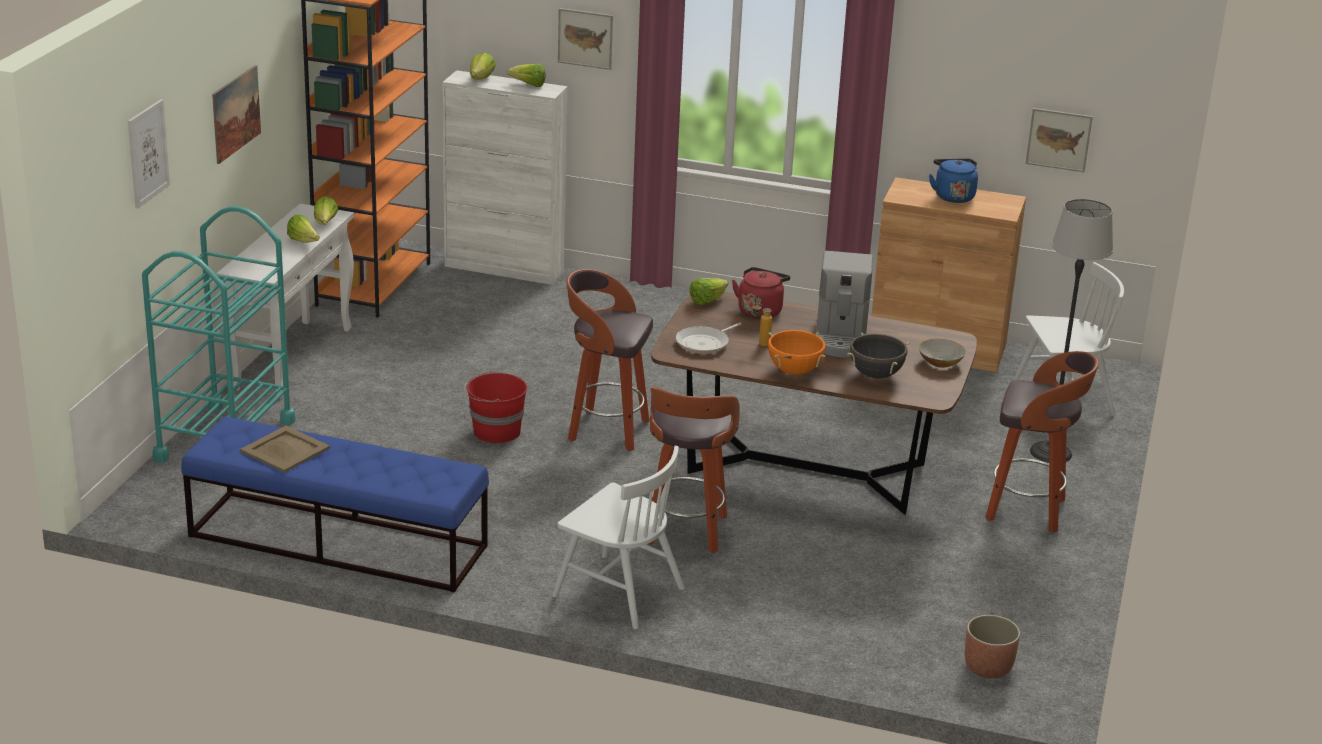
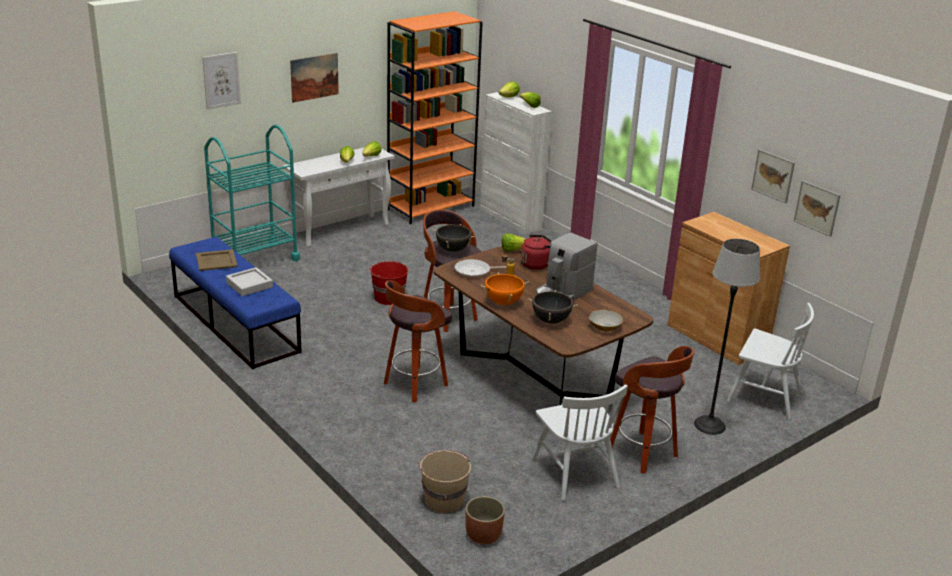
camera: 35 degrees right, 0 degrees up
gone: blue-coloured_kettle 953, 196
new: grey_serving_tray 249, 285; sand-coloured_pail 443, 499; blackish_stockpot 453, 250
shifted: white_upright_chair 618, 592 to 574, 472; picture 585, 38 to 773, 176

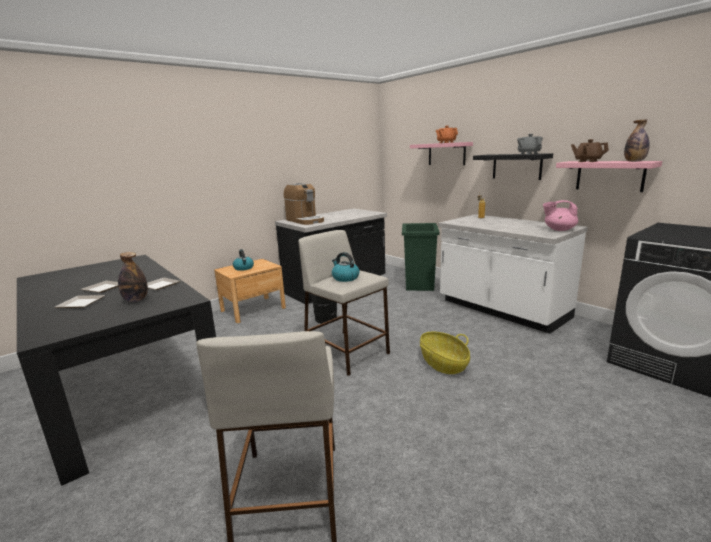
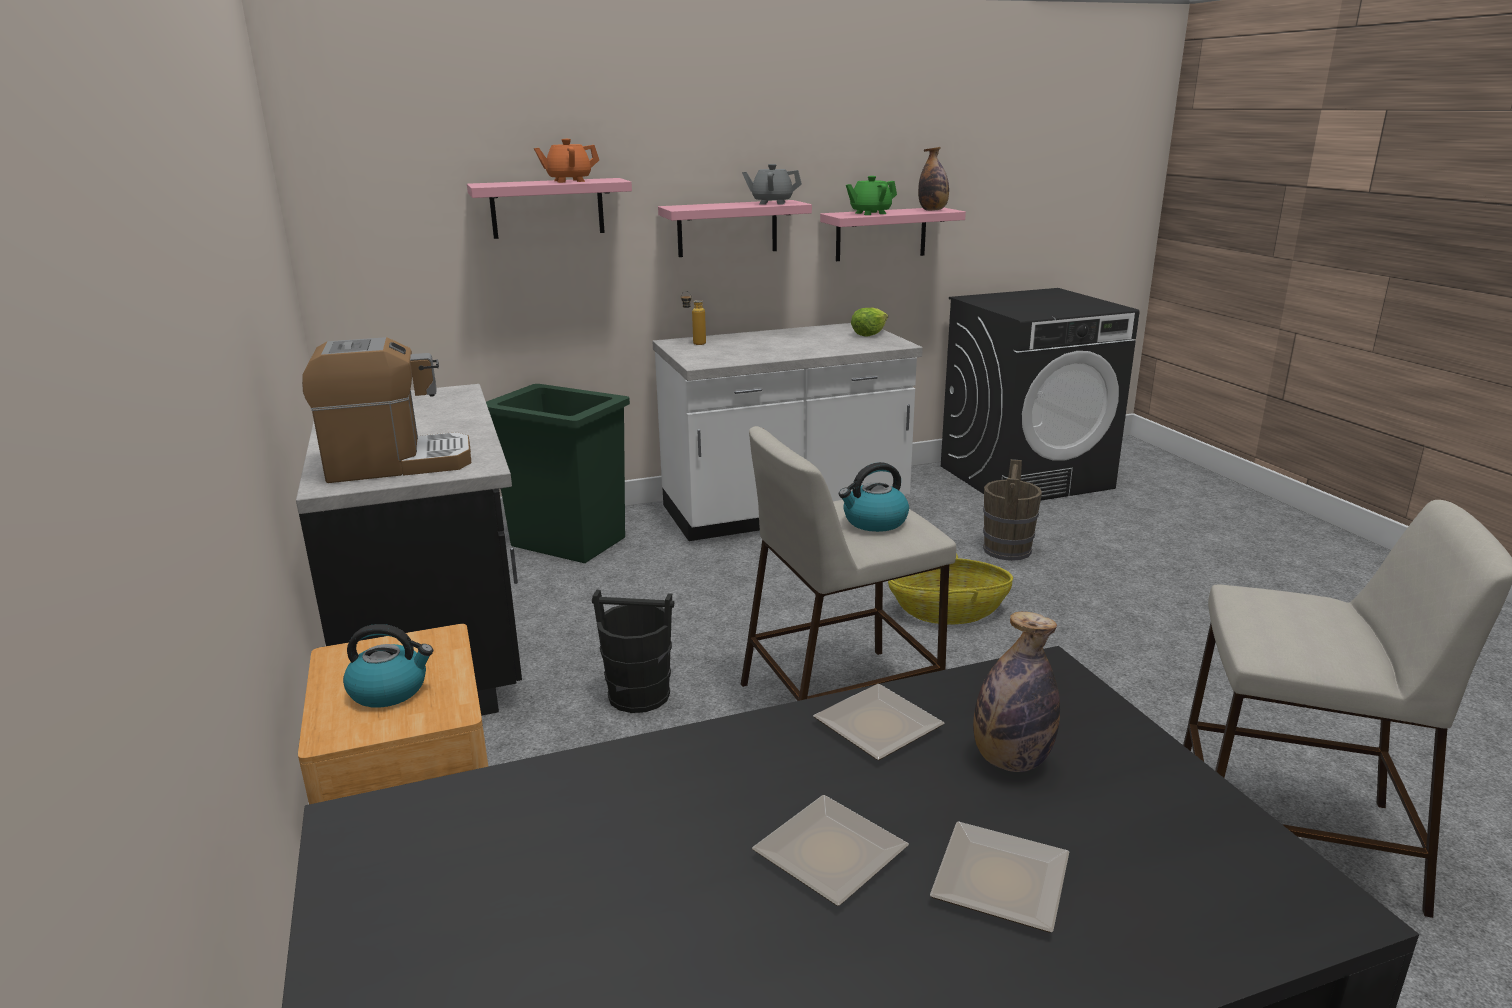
camera: 70 degrees left, 5 degrees up
new: brownish_pail 1007, 550
swapped: pink-coloured_tea_pot 559, 229 to lettuce_head 869, 334
repainted: blackish_wall_shelf 516, 166 to pink-coloured_wall_shelf 727, 228; brownish_tea_pot 587, 161 to green-coloured_tea_pot 870, 213

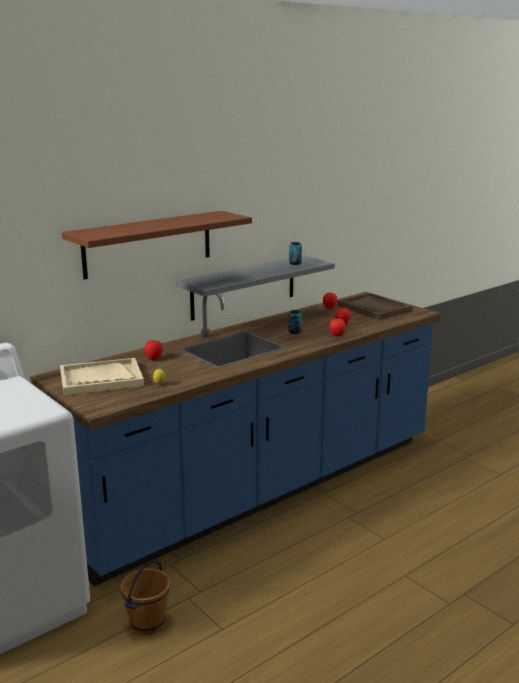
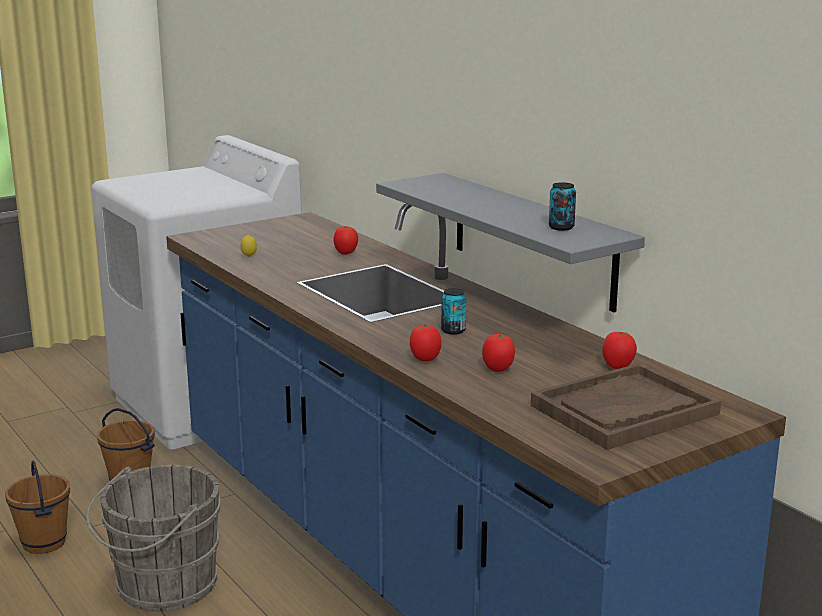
camera: 95 degrees right, 0 degrees up
gone: sand-coloured_serving_tray 101, 379; brownish_wall_shelf 148, 244
new: brownish_pail 43, 543; grey_pail 161, 587

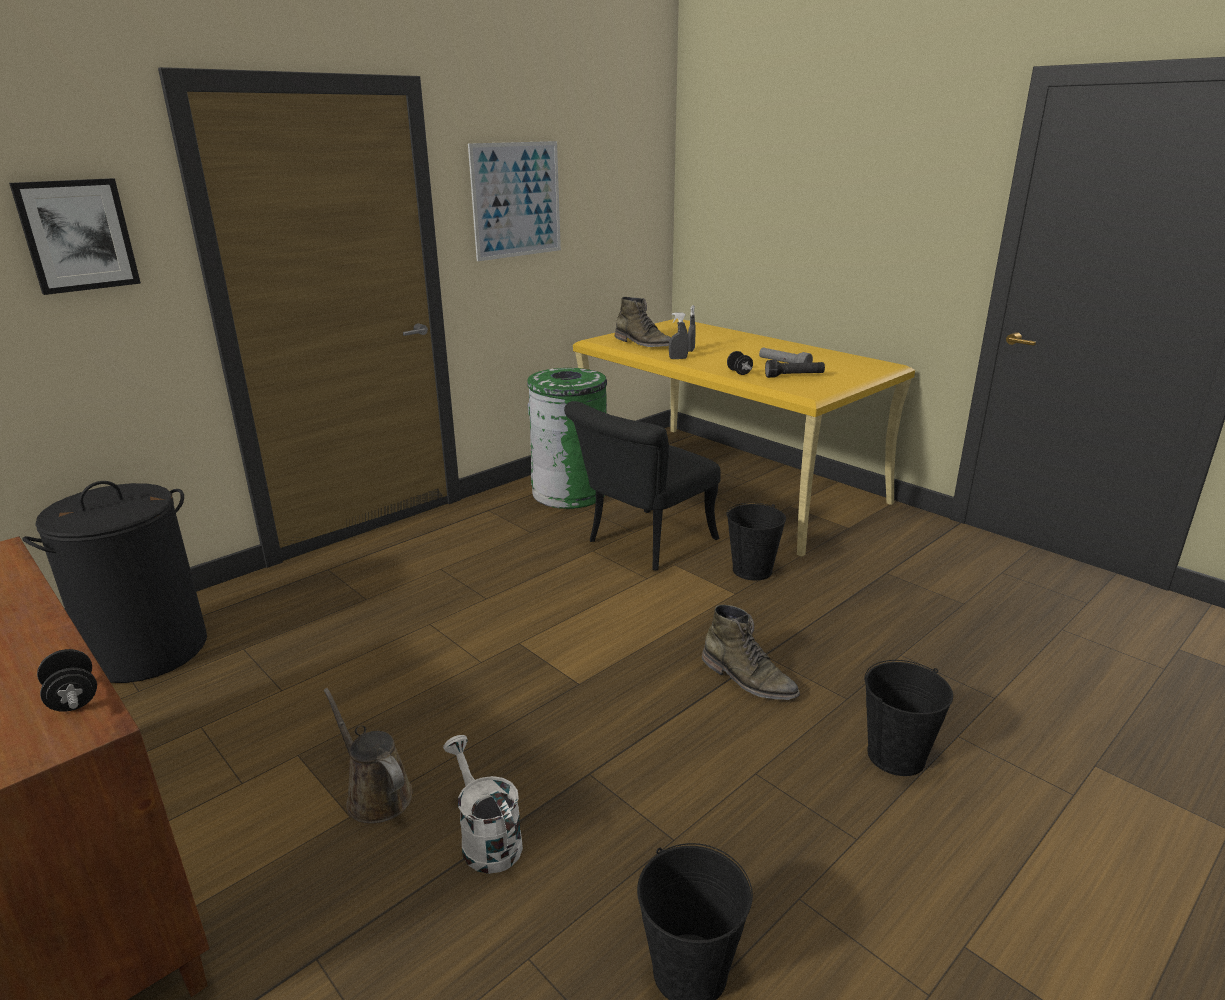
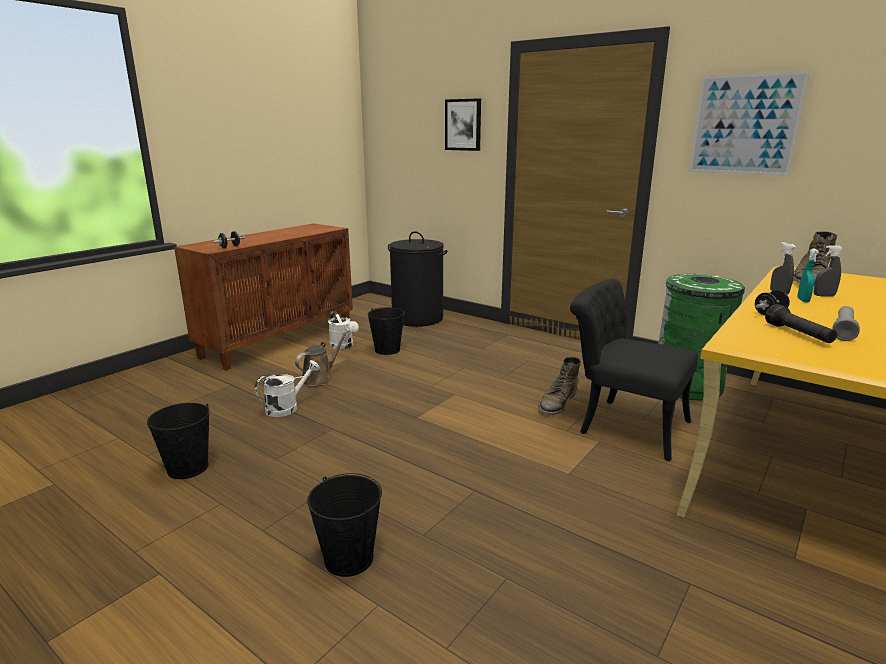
camera: 80 degrees right, 5 degrees down
new: white_watering_pot 343, 346; turquoise_sprayer 803, 300
shifted: green-coloured_high-top_boot 748, 679 to 557, 402; blackish_pail 752, 570 to 387, 350

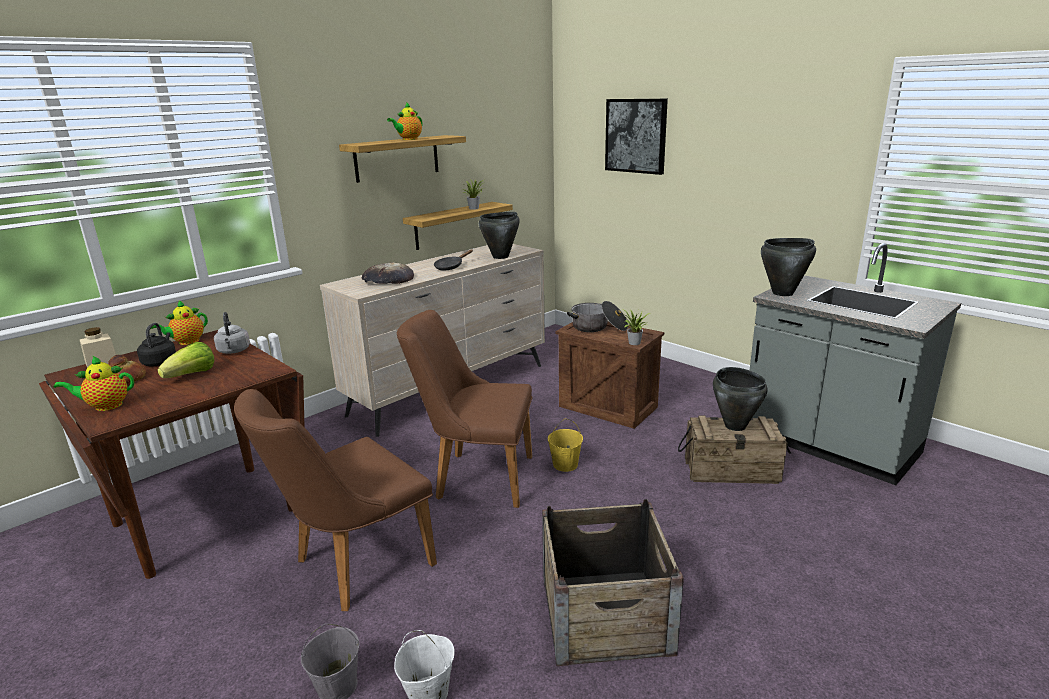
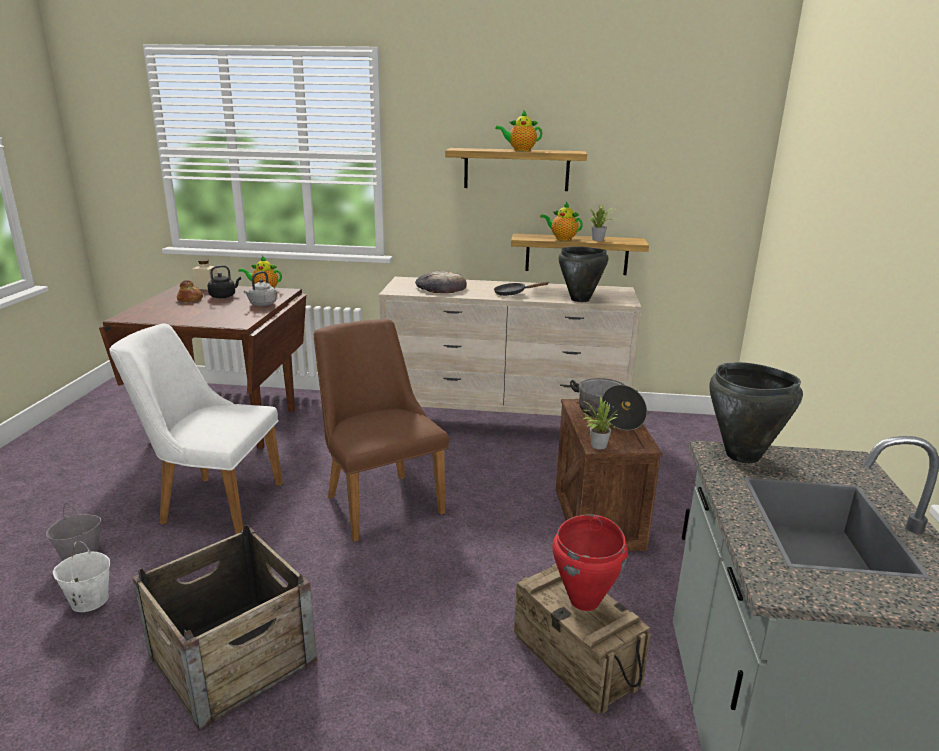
camera: 50 degrees right, 0 degrees up
gone: lettuce_head 192, 375; yellowish_pail 565, 464; picture 636, 136
shifted: tea_pot 105, 406 to 562, 238
repainted: brownish_upright_chair 352, 566 to white_upright_chair 211, 502; blackish_stockpot 735, 425 to reddish_stockpot 585, 600

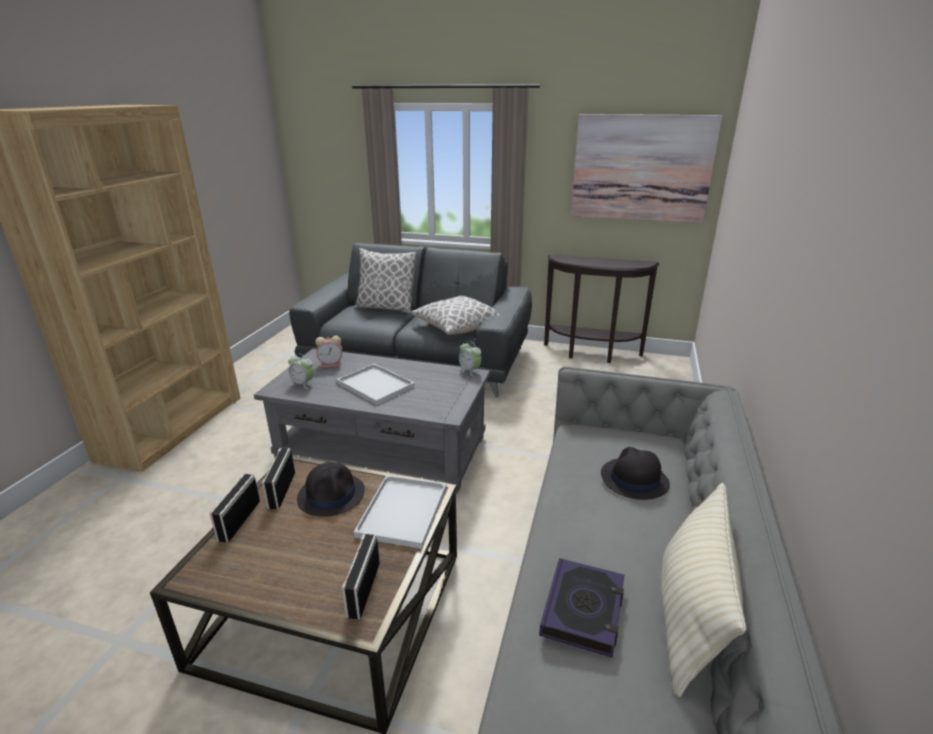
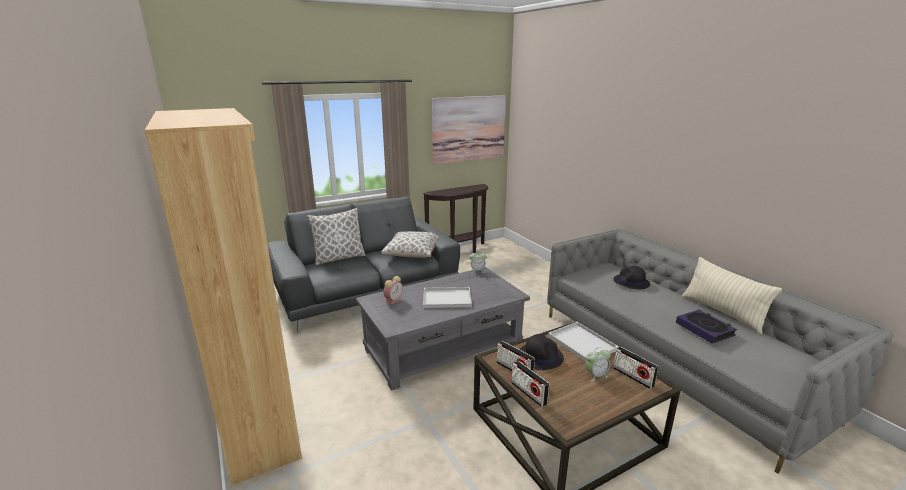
camera: 45 degrees left, 5 degrees down
shifted: alarm_clock 303, 384 to 596, 375

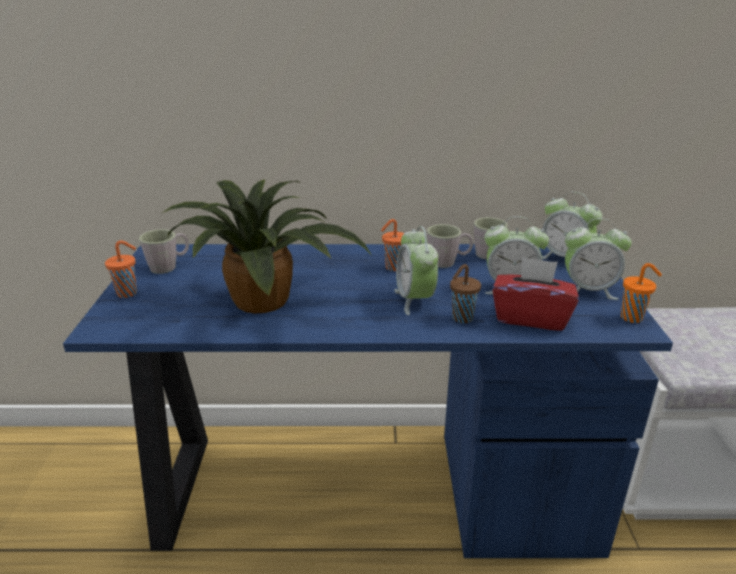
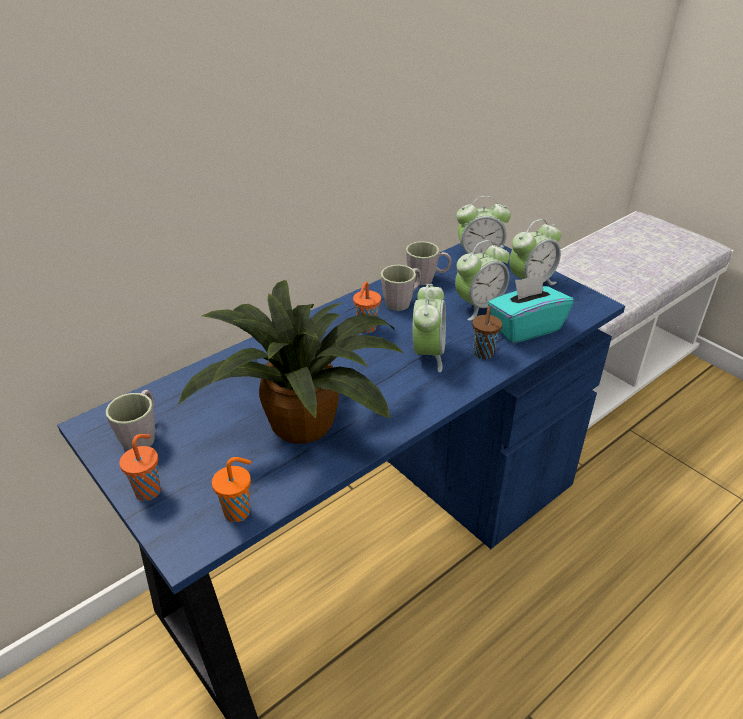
camera: 40 degrees left, 10 degrees up
shifted: orange-coloured_cup 633, 318 to 238, 512
repainted: reddish_tissue_box 530, 317 to turquoise_tissue_box 525, 328
rotated: alarm_clock 415, 300 = 428, 354 120 degrees counterclockwise

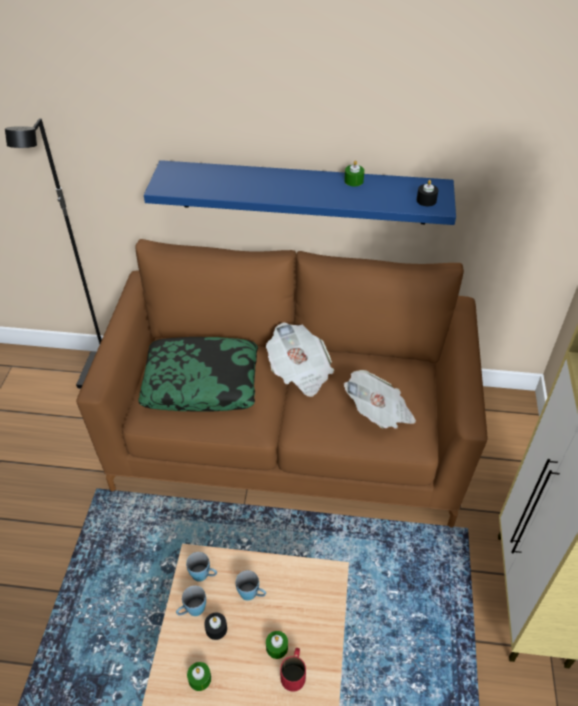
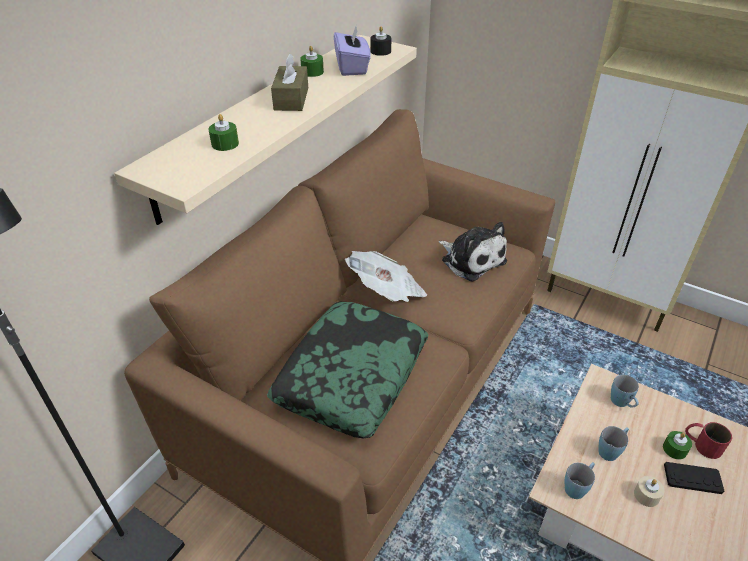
camera: 65 degrees left, 5 degrees down
new: brownish_tissue_box 291, 99; purple-coloured_tissue_box 352, 67; blackish_joypad 692, 478
shifted: blue-coloured_tea_mug 192, 611 to 622, 403; green-coloured_wax_candle 199, 679 to 225, 144
swapped: printed_paper 379, 413 to cuddly_toy 471, 259
repainted: blue-coloured_wall_shelf 303, 192 to sand-coloured_wall_shelf 263, 121; blackish_wax_candle 216, 629 to sand-coloured_wax_candle 646, 495

